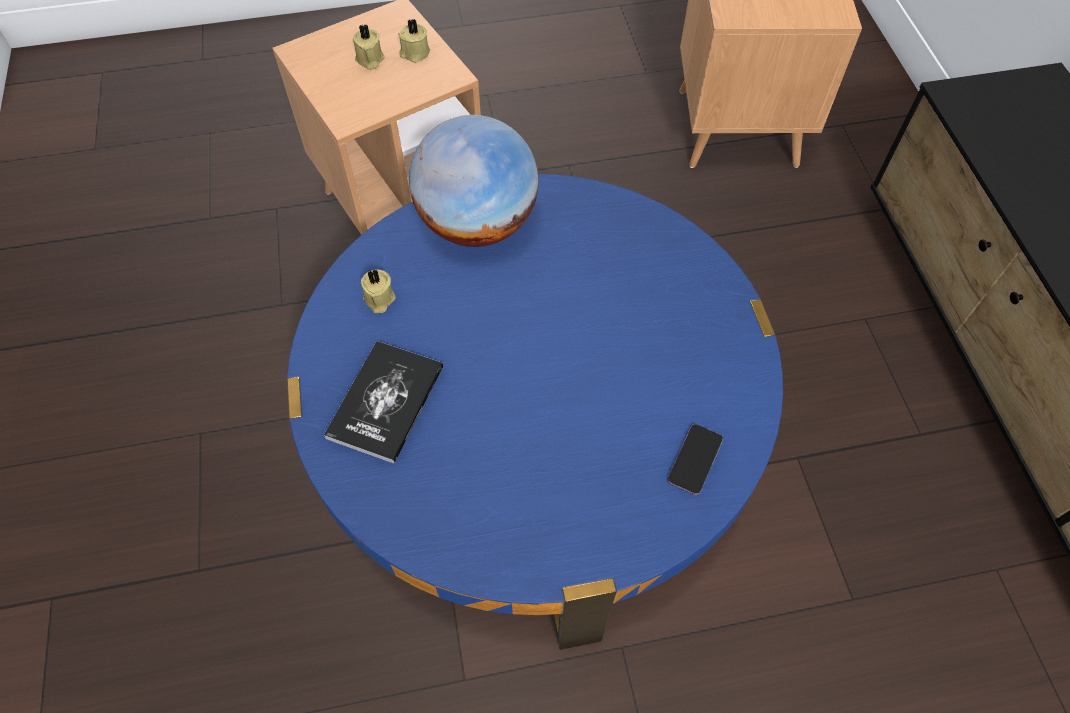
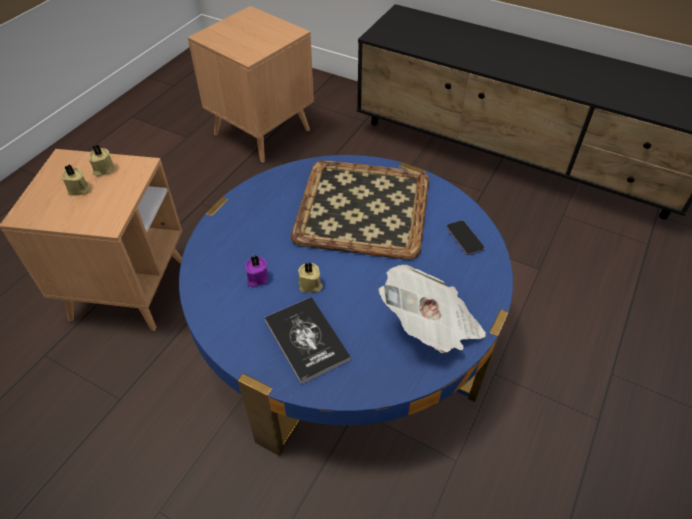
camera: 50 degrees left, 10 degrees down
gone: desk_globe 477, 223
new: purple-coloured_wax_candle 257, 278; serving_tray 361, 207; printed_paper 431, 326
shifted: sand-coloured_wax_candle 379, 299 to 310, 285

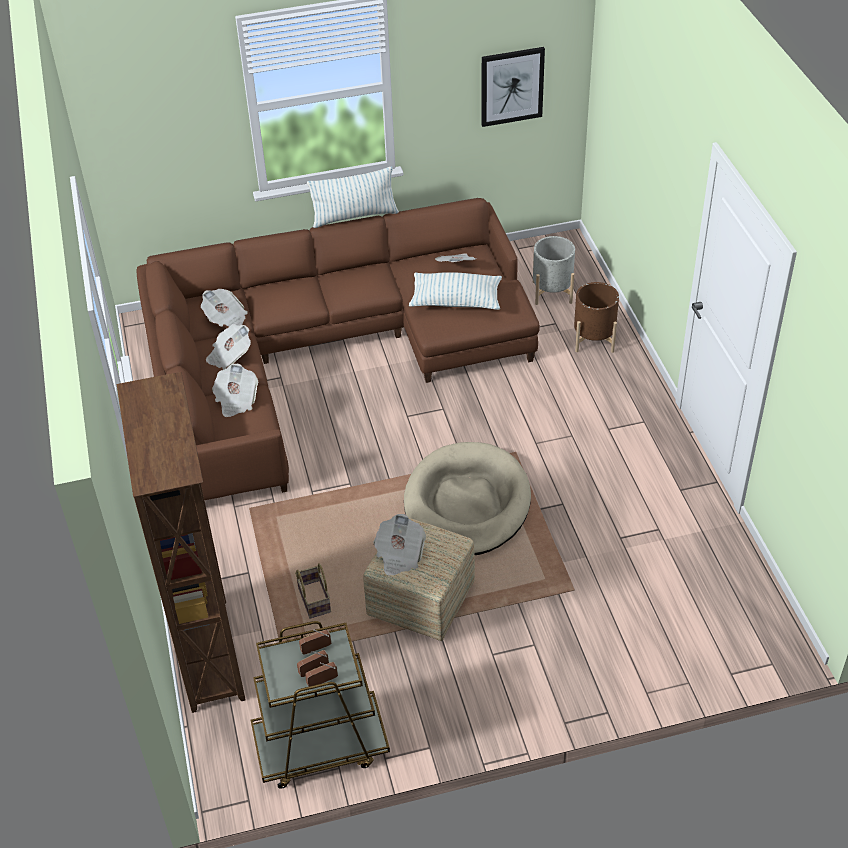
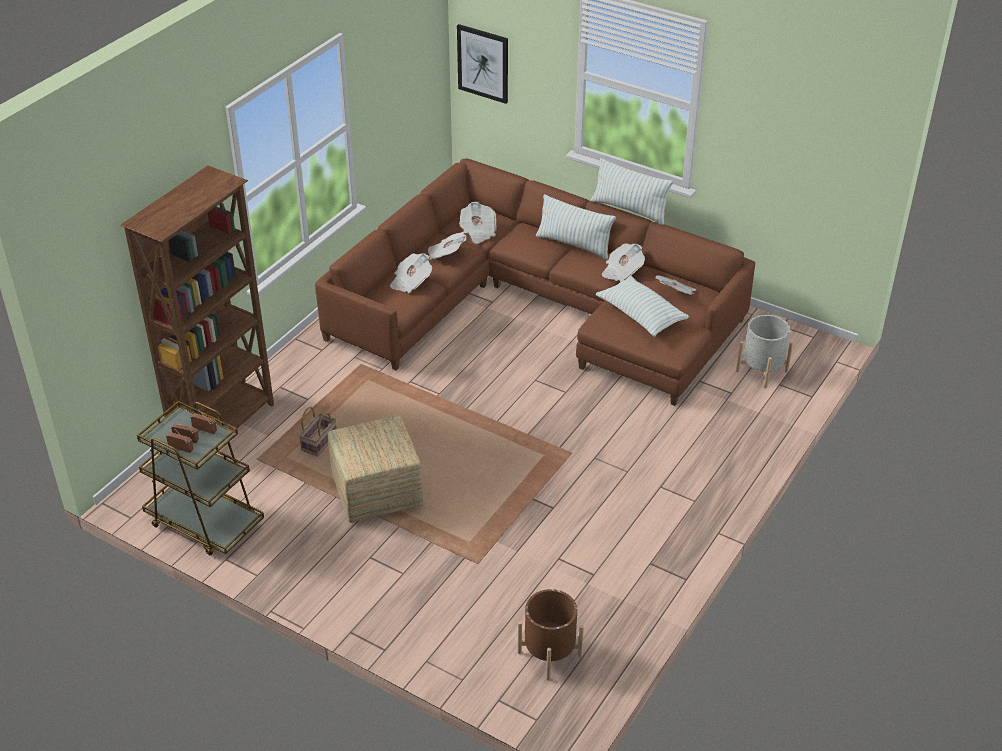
camera: 45 degrees right, 5 degrees down
gone: sand-coloured_pet_bed 467, 504
new: pillow 574, 245
shifted: printed_paper 399, 555 to 622, 272; picture 512, 86 to 483, 63; brownish_flower_pot 594, 339 to 549, 654

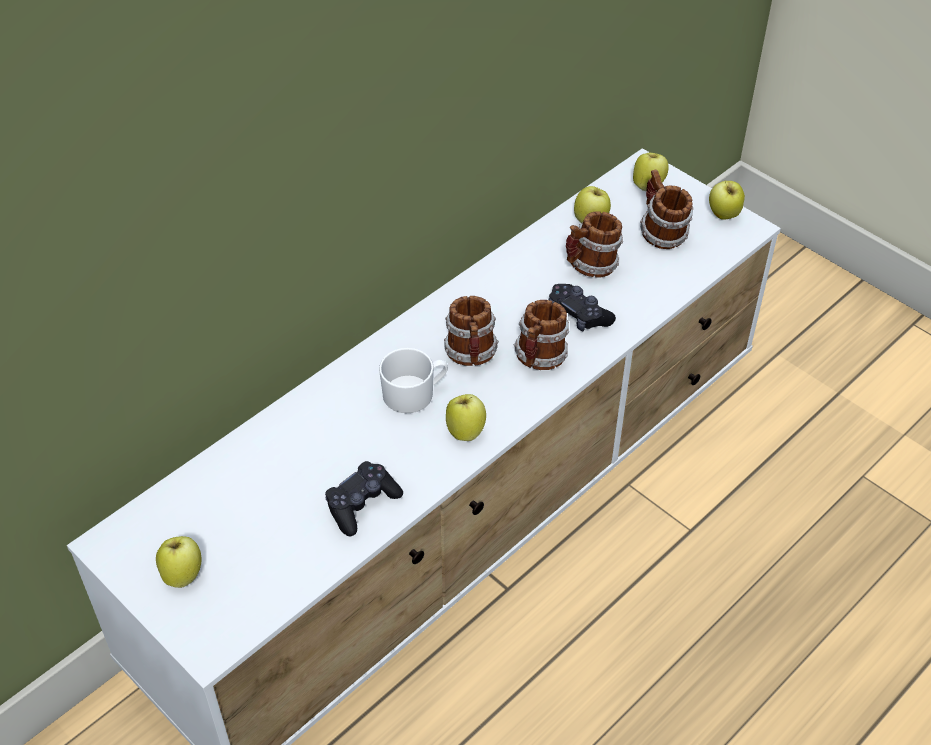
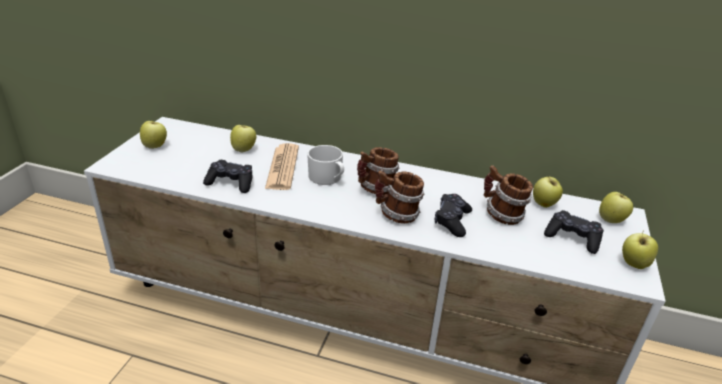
camera: 60 degrees right, 15 degrees down
new: printed_paper 282, 167
shifted: apple_fruit 465, 431 to 244, 150
swapped: tea_mug 661, 234 to blackish_joypad 572, 238

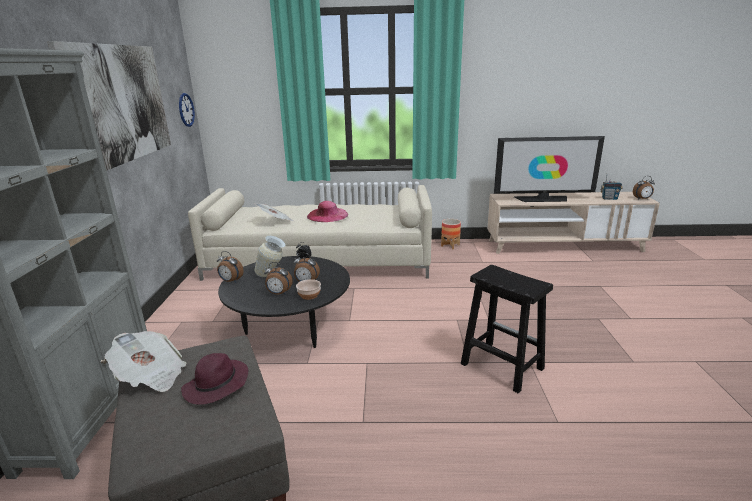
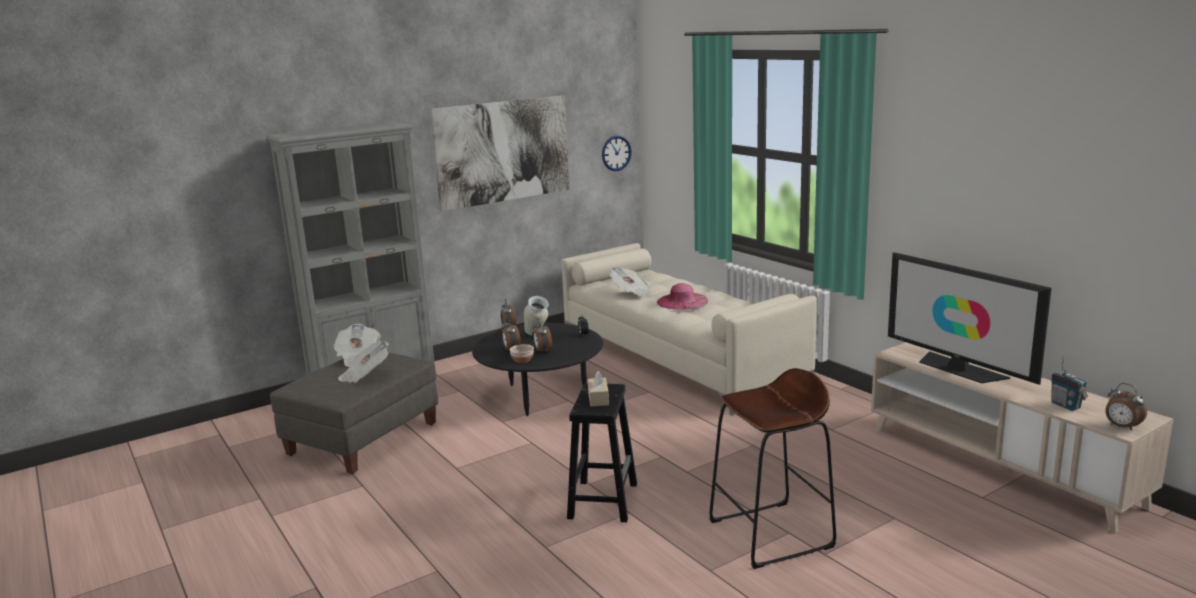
camera: 55 degrees right, 5 degrees down
gone: flower_pot 450, 245
new: sand-coloured_tissue_box 598, 398; brownish_stool 771, 534
swapped: purple-coloured_wearable_hat 216, 386 to printed_paper 365, 375

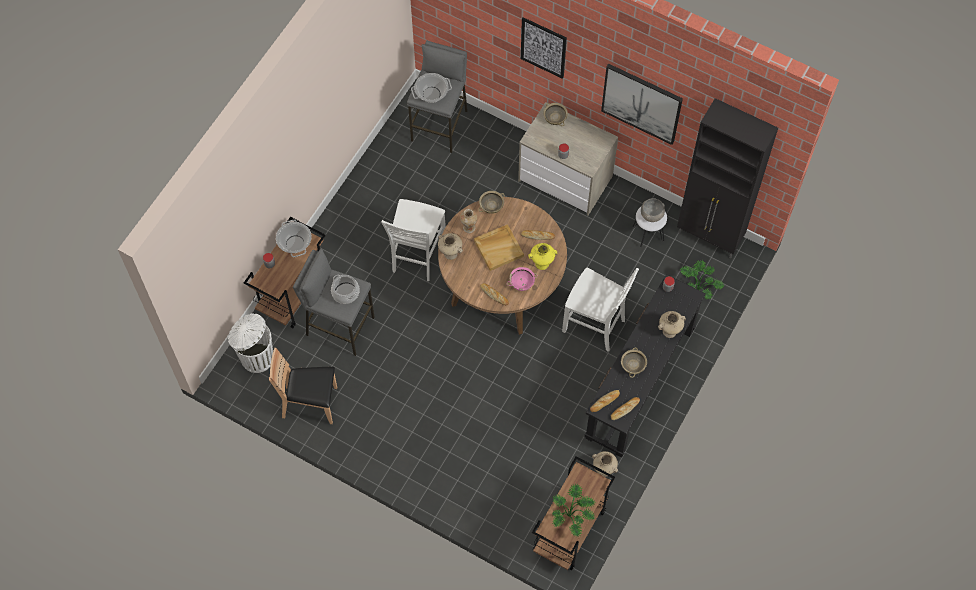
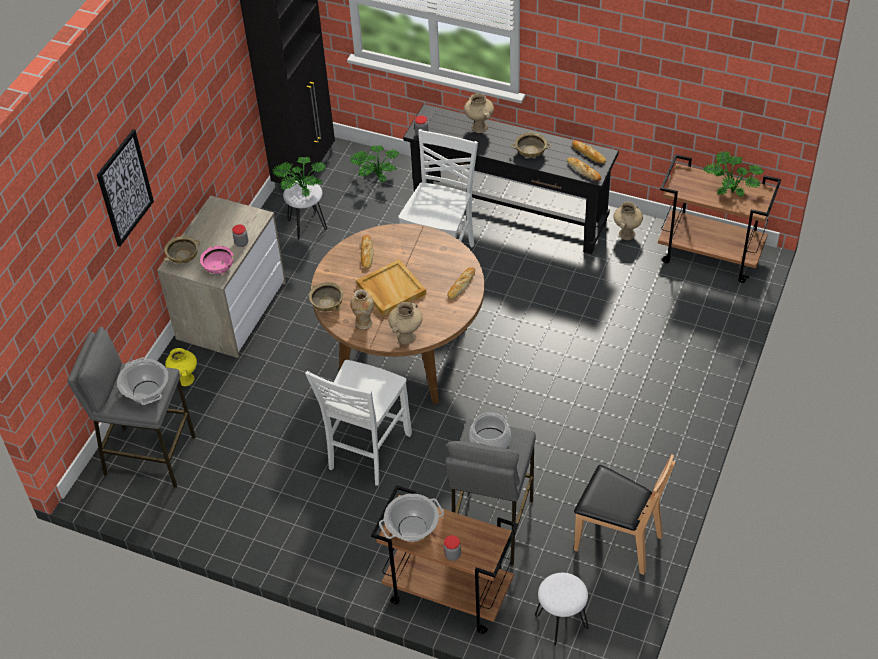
camera: 95 degrees left, 15 degrees down
gone: picture 641, 103
shifted: pink-coloured_deep_dish 521, 283 to 219, 267; yellowish_vase 542, 263 to 185, 379
swapped: white_trash_can 256, 357 to white_stool 561, 623; grey_deep_dish 652, 214 to houseplant 301, 190
rotated: brownish_upright_chair 310, 403 = 617, 541 60 degrees counterclockwise; white_upright_chair 417, 256 = 367, 452 105 degrees clockwise

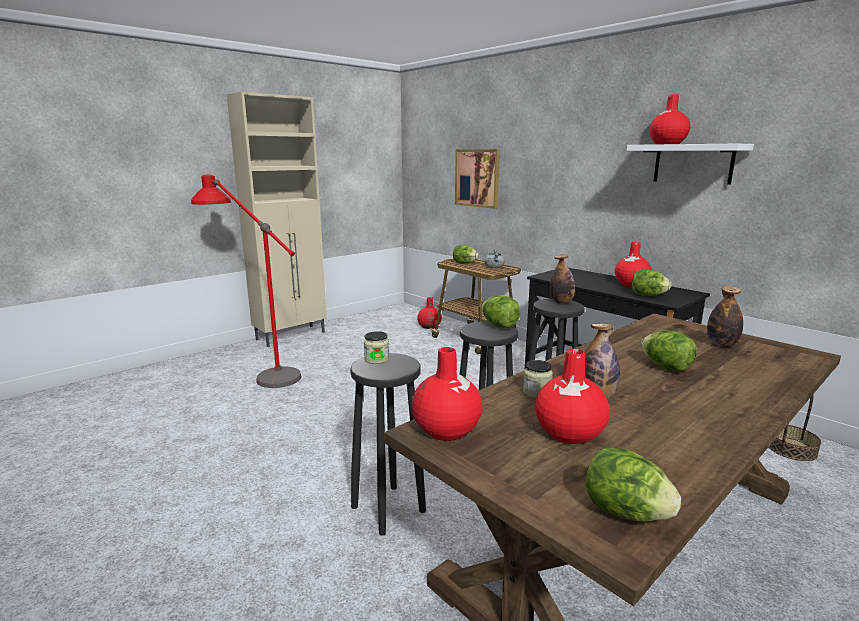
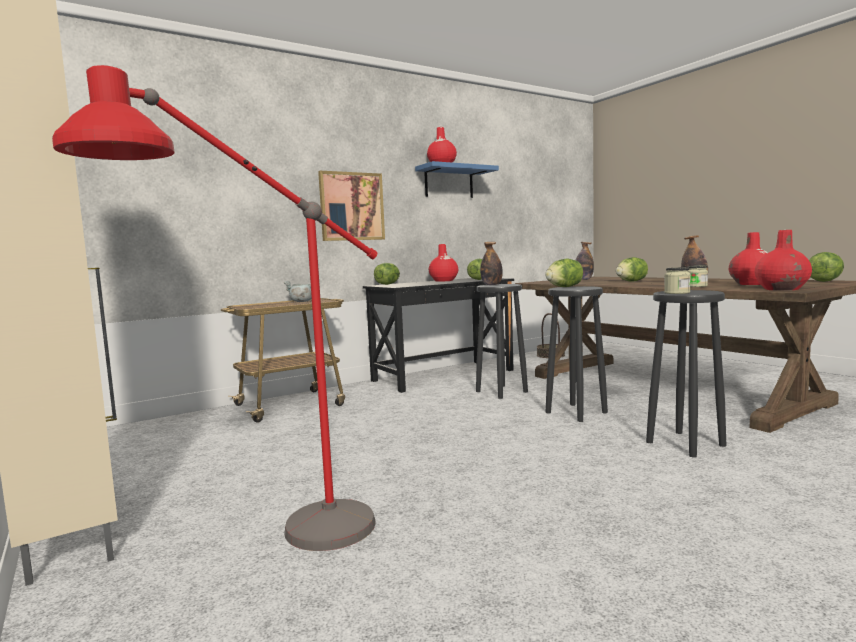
camera: 80 degrees left, 10 degrees down
gone: reddish_vase 429, 326
shifted: lettuce_head 464, 263 to 388, 284; picture 477, 178 to 351, 206
repainted: white_wall_shelf 693, 164 to blue-coloured_wall_shelf 449, 182

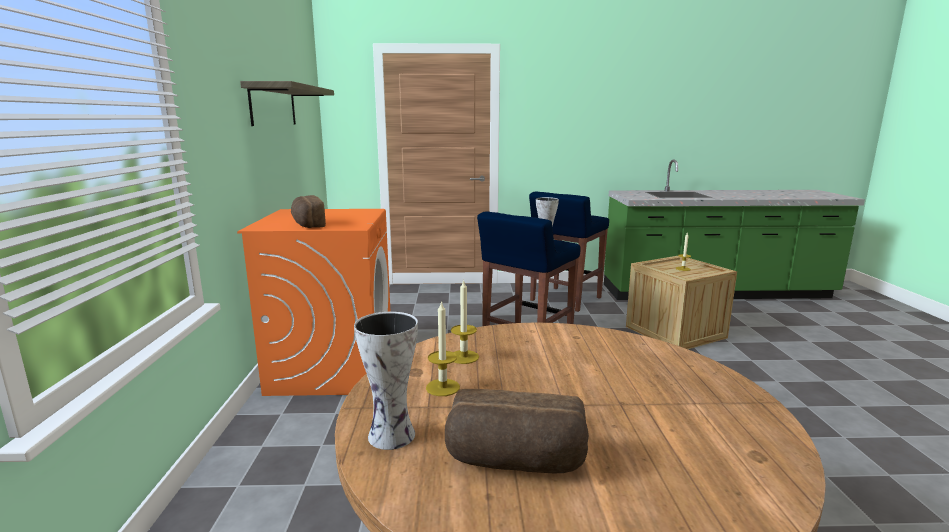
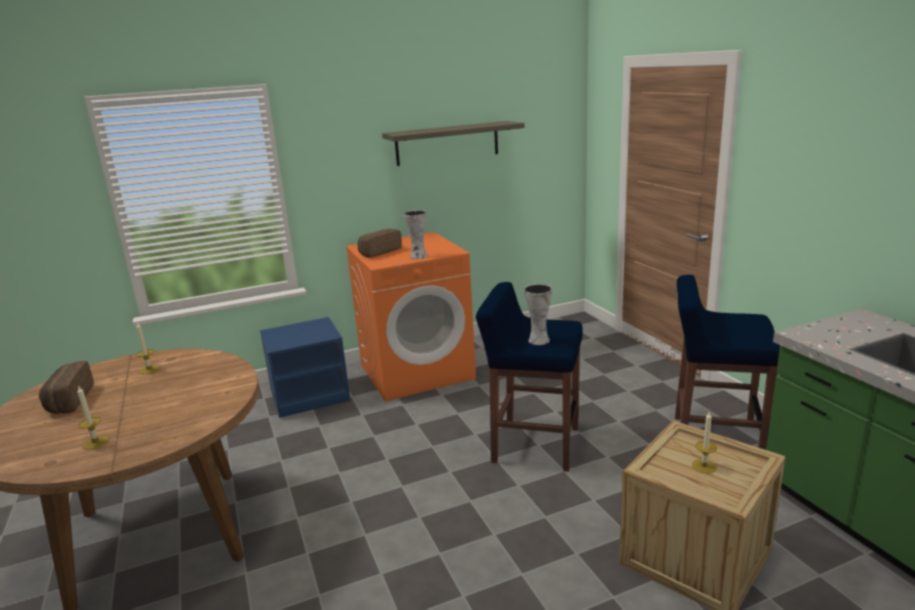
camera: 70 degrees right, 5 degrees up
new: blue-coloured_night_table 310, 396
shifted: vase 392, 436 to 418, 257; wax_candle 464, 357 to 95, 442

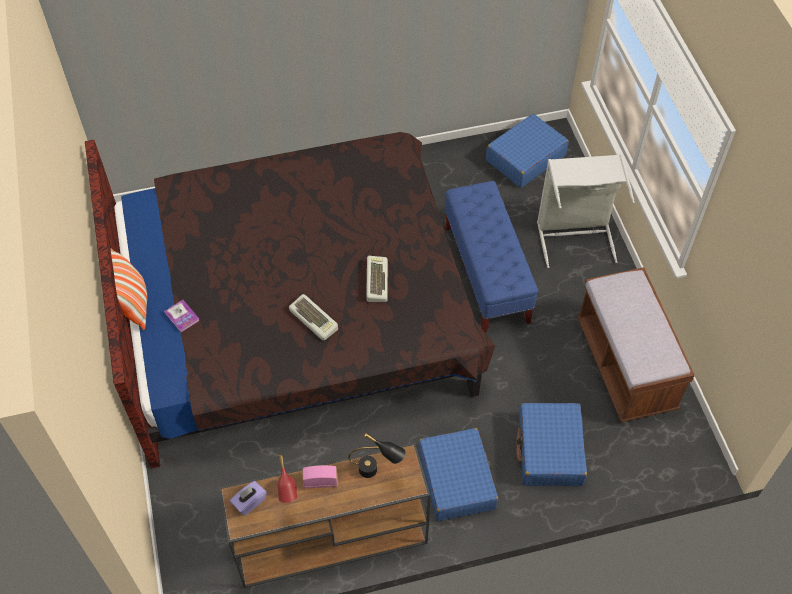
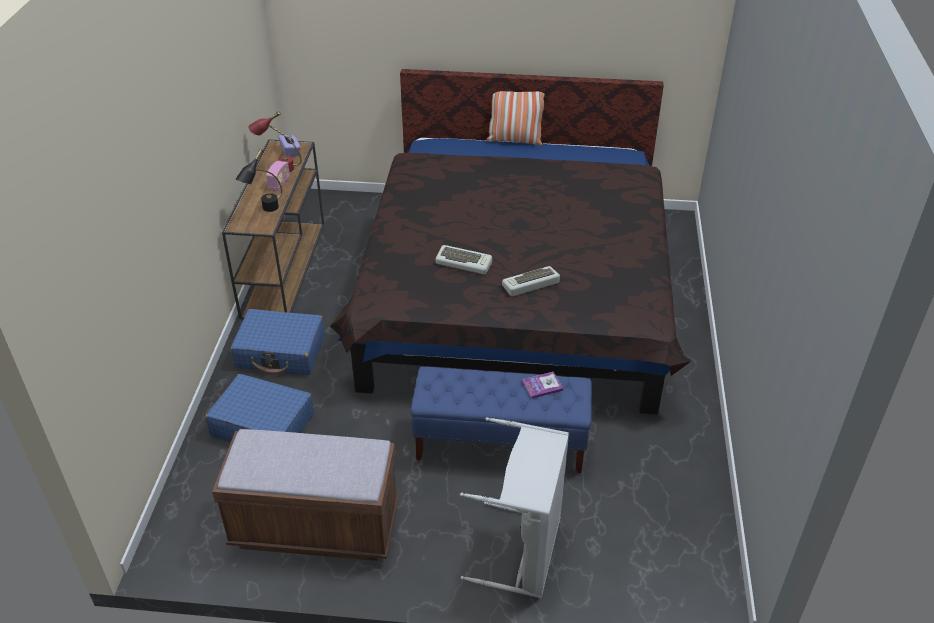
camera: 110 degrees right, 15 degrees down
gone: blue-coloured_travel_case 525, 158
shifted: volume 182, 316 to 542, 386; PC_keyboard 315, 319 to 530, 285

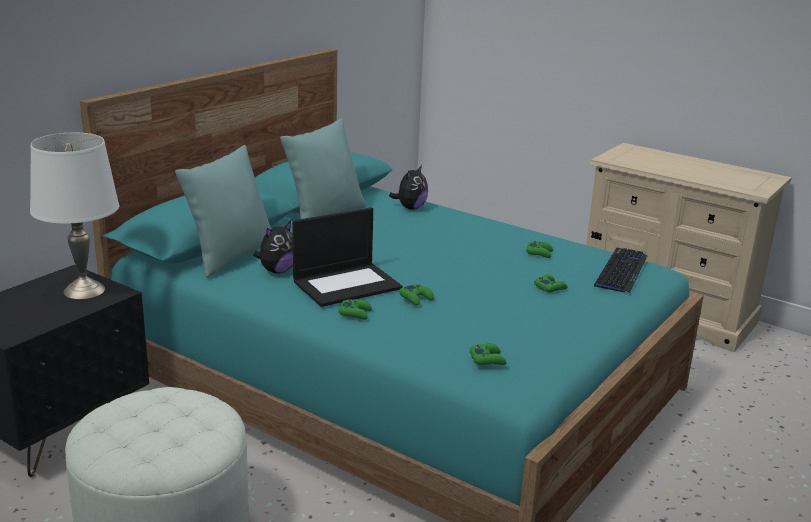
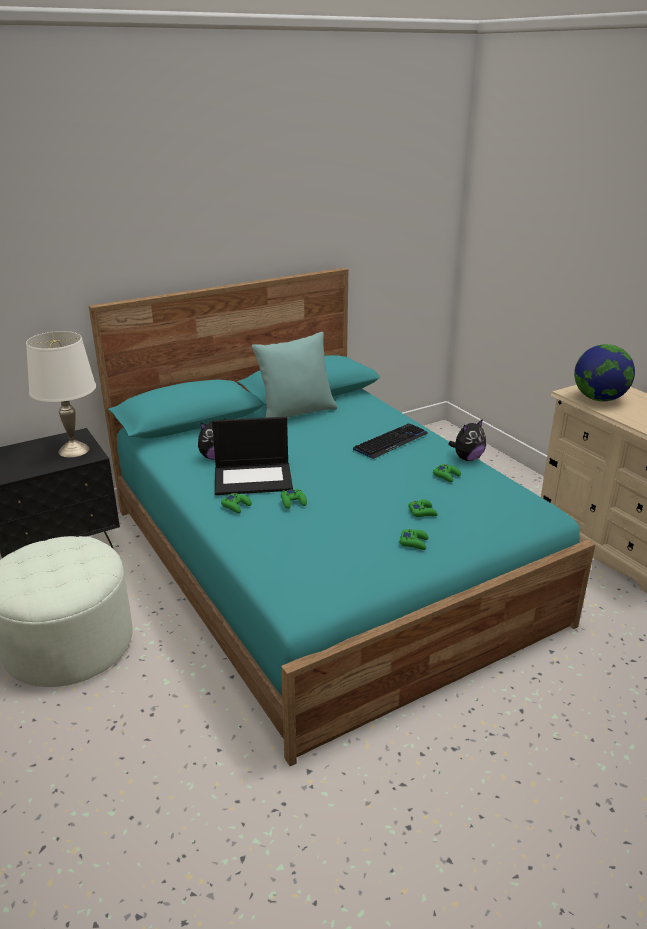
camera: 25 degrees right, 5 degrees up
gone: turquoise_pillow 230, 256
new: desk_globe 599, 399
shifted: cuddly_toy 410, 208 to 467, 458; green-coloured_joypad 487, 359 to 414, 542; PC_keyboard 621, 271 to 391, 442

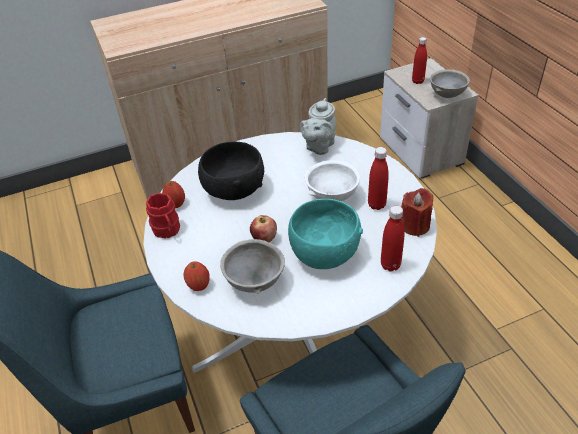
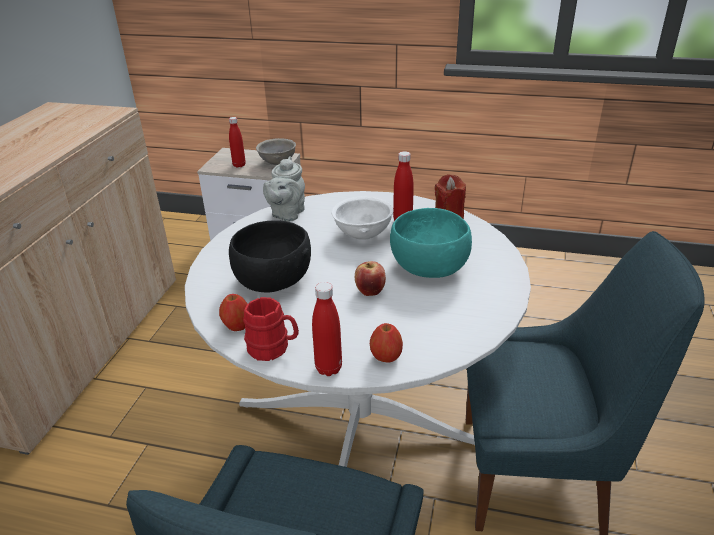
camera: 55 degrees left, 10 degrees down
gone: grey_deep_dish 255, 281
shifted: reddish_drink_bottle 390, 265 to 328, 368
rotated: grey_tea_pot 319, 146 = 286, 214 45 degrees clockwise

